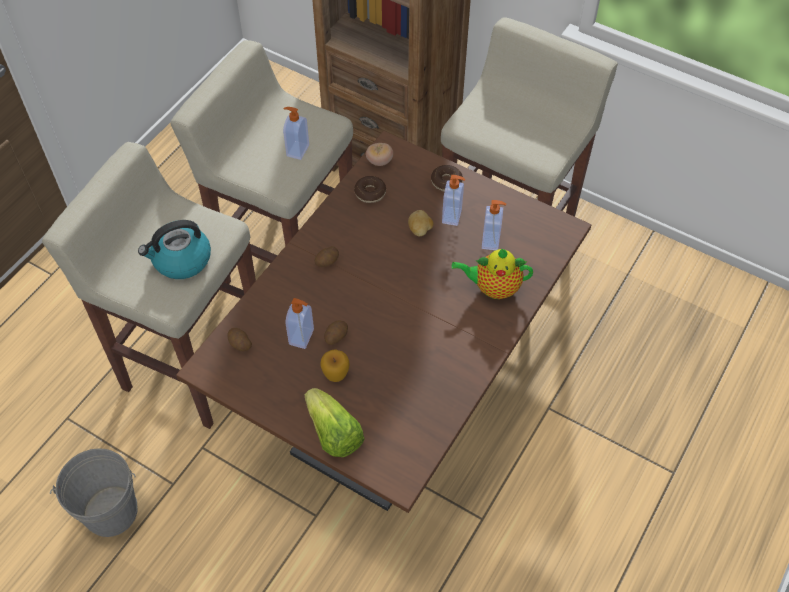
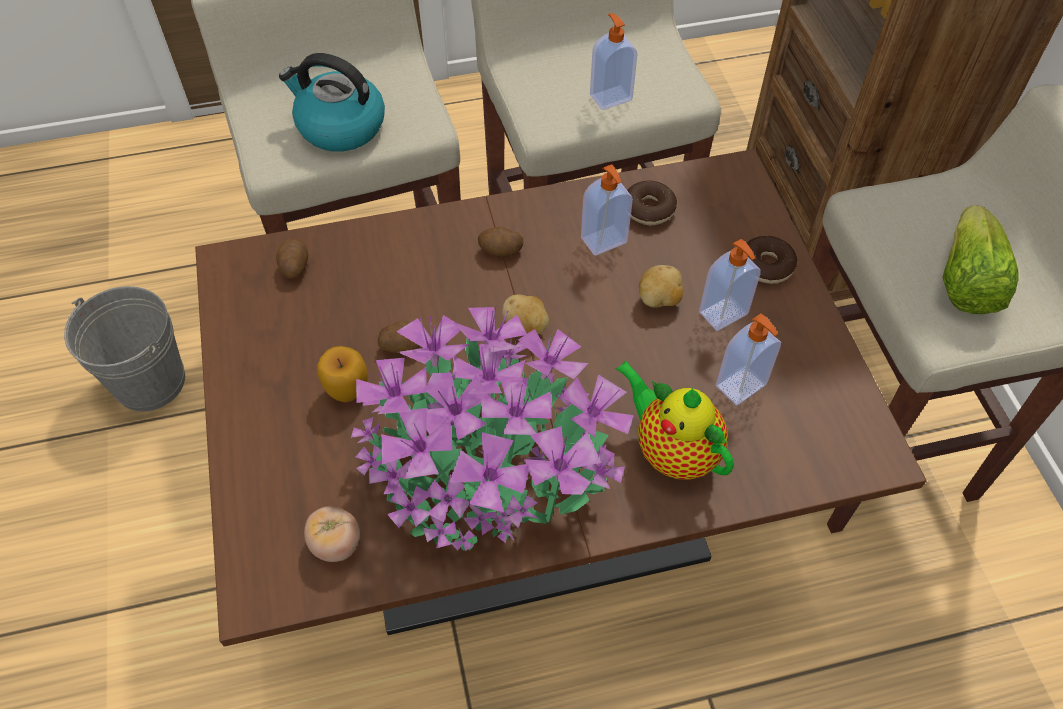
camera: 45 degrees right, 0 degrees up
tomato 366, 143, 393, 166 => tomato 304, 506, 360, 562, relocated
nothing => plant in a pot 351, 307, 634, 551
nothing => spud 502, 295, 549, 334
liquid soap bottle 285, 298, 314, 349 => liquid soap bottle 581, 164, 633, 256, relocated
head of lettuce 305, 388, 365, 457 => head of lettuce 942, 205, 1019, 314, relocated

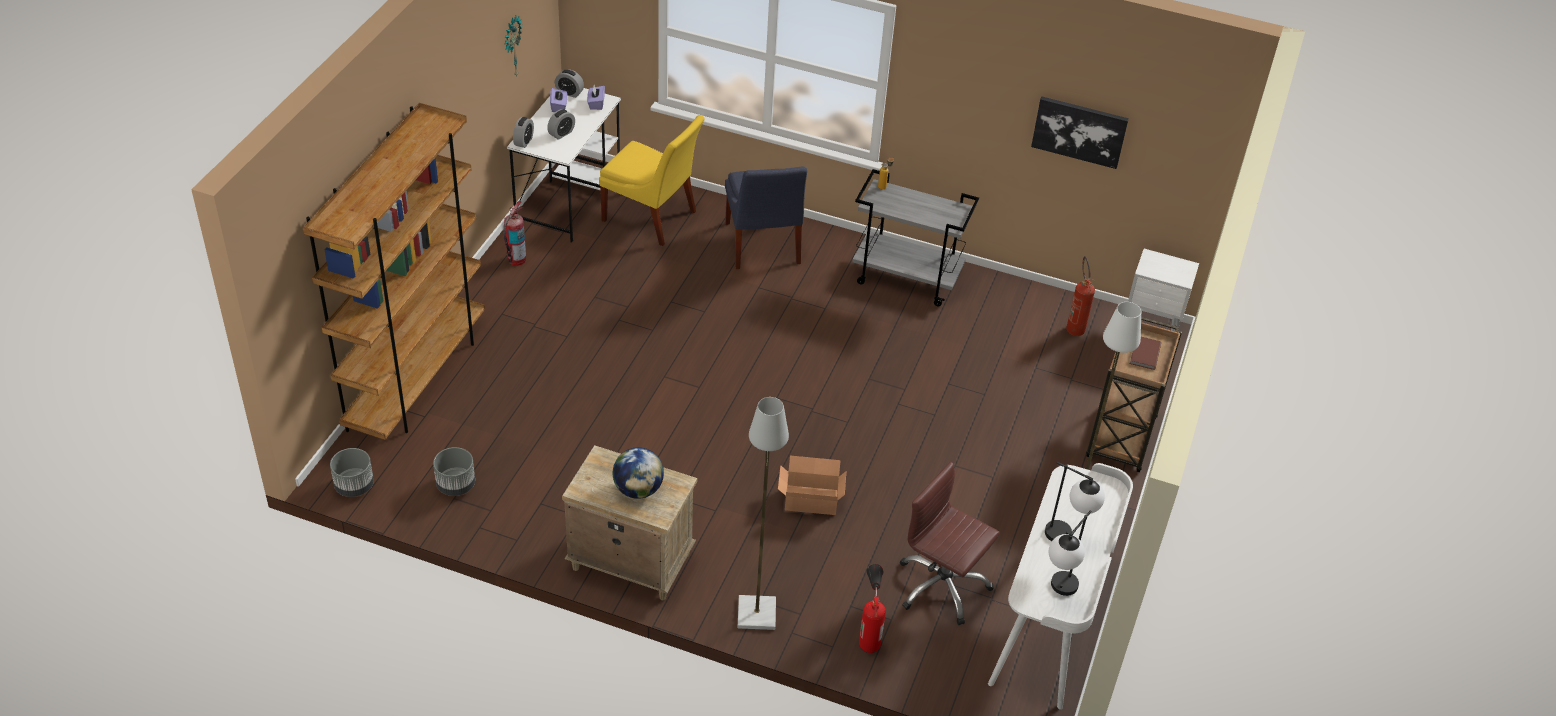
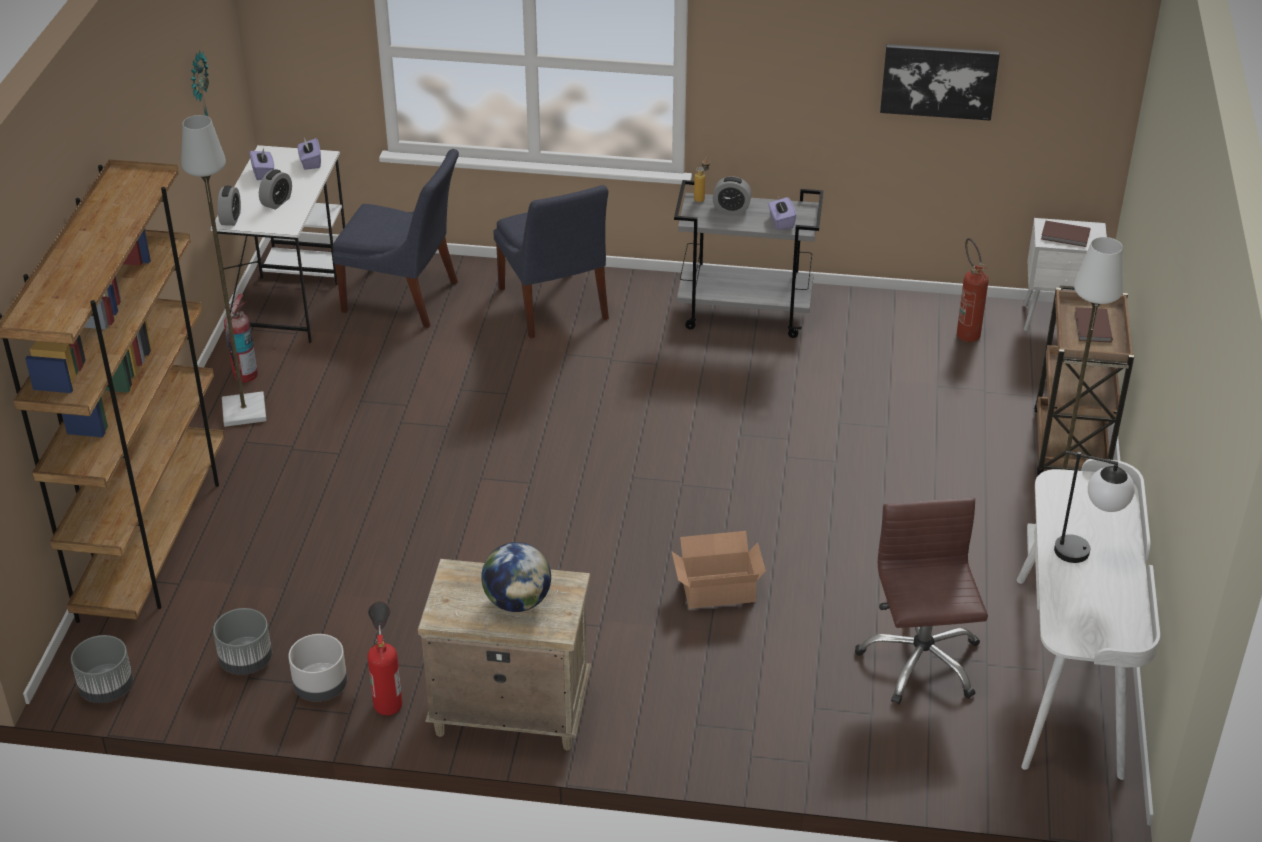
camera: 10 degrees left, 5 degrees down
grey standard lamp 738, 397, 789, 630 => grey standard lamp 181, 115, 267, 427, relocated
nothing => grey flower pot 288, 634, 347, 701
yellow chair 599, 115, 704, 246 => blue-coloured chair 332, 149, 459, 328
fire-fighting cylinder 859, 564, 886, 653 => fire-fighting cylinder 367, 602, 402, 716, relocated
bedside clock 555, 69, 584, 98 => bedside clock 713, 176, 752, 213, relocated
nothing => purplish box of tissues 768, 197, 796, 230
brown-coloured office chair 900, 462, 1000, 625 => brown-coloured office chair 855, 498, 988, 704, 60 degrees clockwise
nothing => brown-coloured book 1041, 221, 1091, 247
tabletop lamp 1049, 510, 1092, 596 => nothing

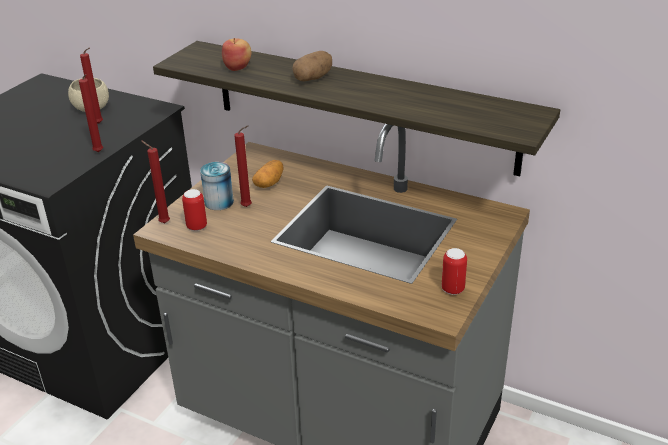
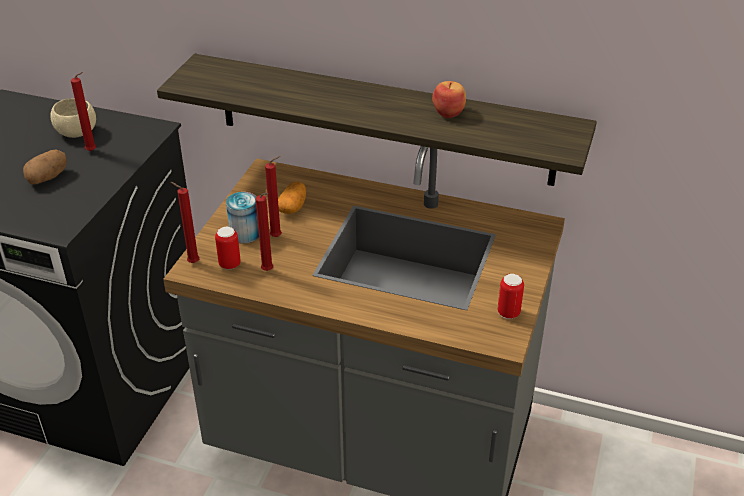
camera: 10 degrees left, 5 degrees up
spud 292, 51, 332, 81 => spud 23, 149, 67, 184, relocated
red-coloured wax light 79, 74, 103, 152 => red-coloured wax light 256, 193, 273, 271, relocated
apple fruit 222, 38, 251, 71 => apple fruit 432, 81, 466, 118, relocated

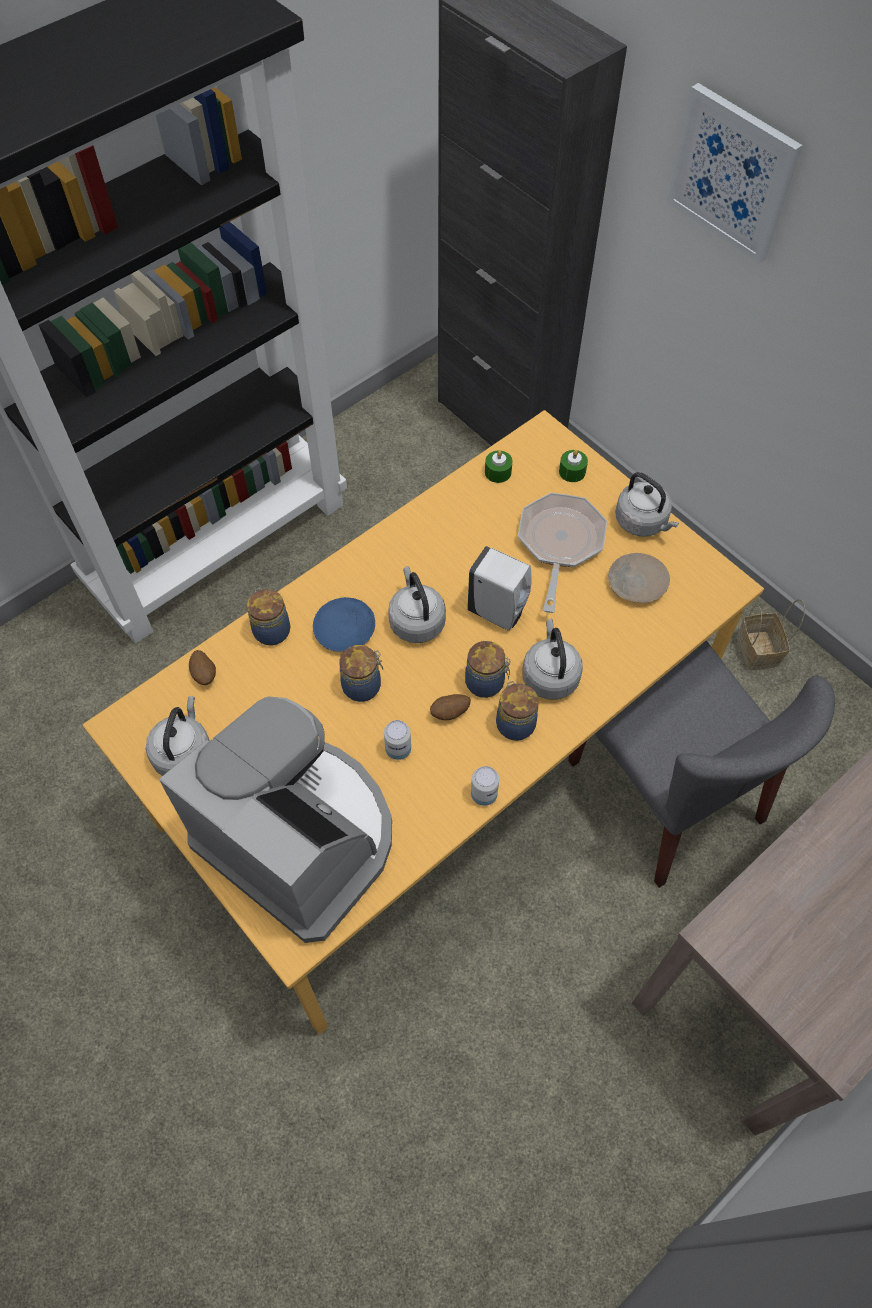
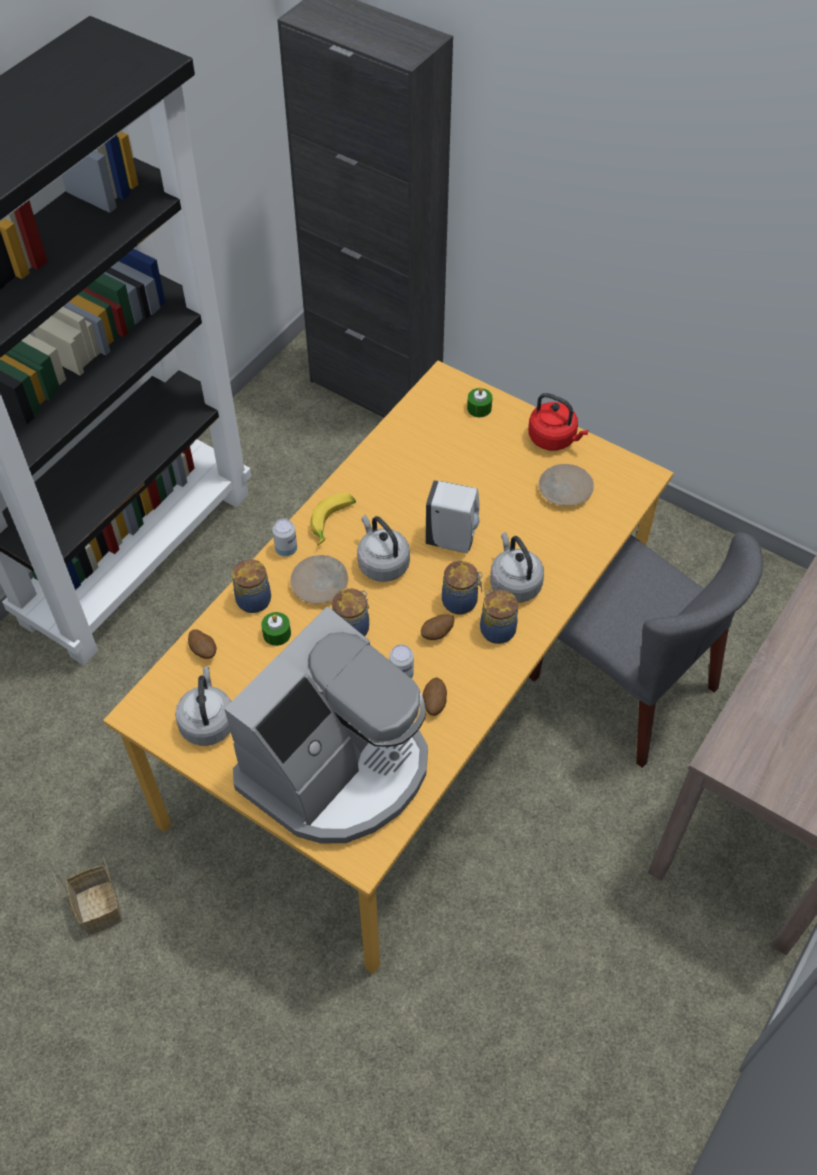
camera: 15 degrees left, 5 degrees down
storage basket 737, 599, 805, 670 => storage basket 54, 856, 122, 935, relocated
coffee maker 159, 697, 392, 943 => coffee maker 225, 607, 428, 843, 105 degrees clockwise
green wax light 485, 450, 513, 483 => green wax light 261, 612, 291, 646, relocated
metal can 471, 766, 499, 806 => metal can 272, 518, 297, 556, relocated
blue-coloured flat dish 313, 597, 375, 652 => beige-coloured flat dish 290, 555, 348, 604
nothing => whole banana 310, 493, 356, 546
nothing => spud 422, 677, 447, 716
grey kettle 615, 472, 679, 537 => red-coloured kettle 528, 393, 589, 451
pan 518, 493, 607, 613 => nothing
wall picture 667, 83, 803, 264 => nothing

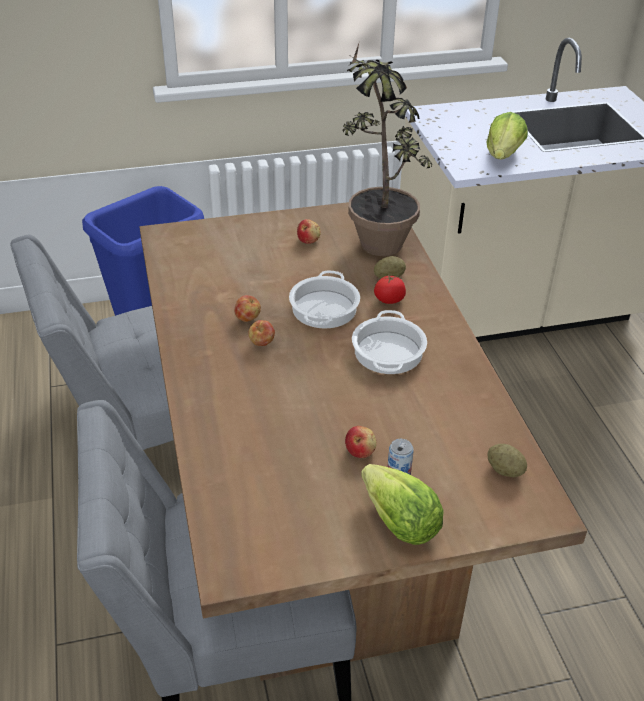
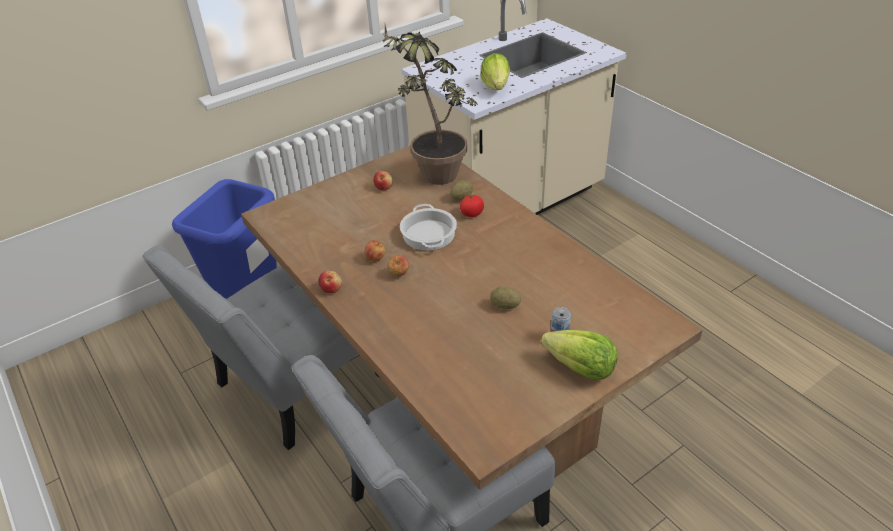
camera: 20 degrees left, 0 degrees up
apple fruit 345, 426, 376, 458 => apple fruit 318, 271, 342, 293, relocated
spud 487, 444, 527, 477 => spud 490, 286, 521, 309, relocated
cooking pot 352, 310, 427, 374 => nothing

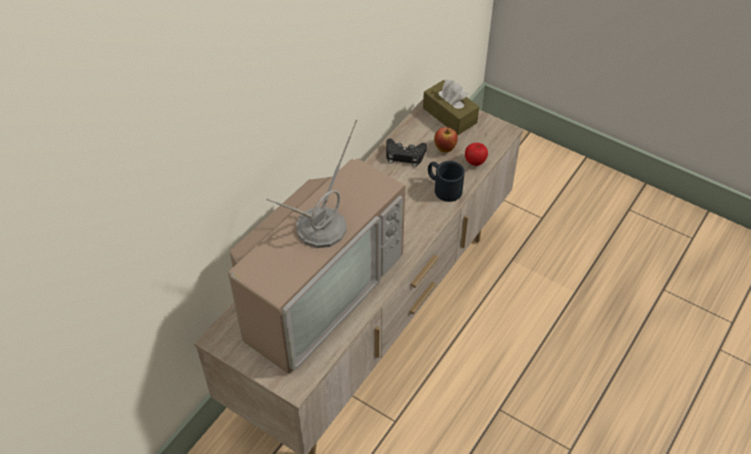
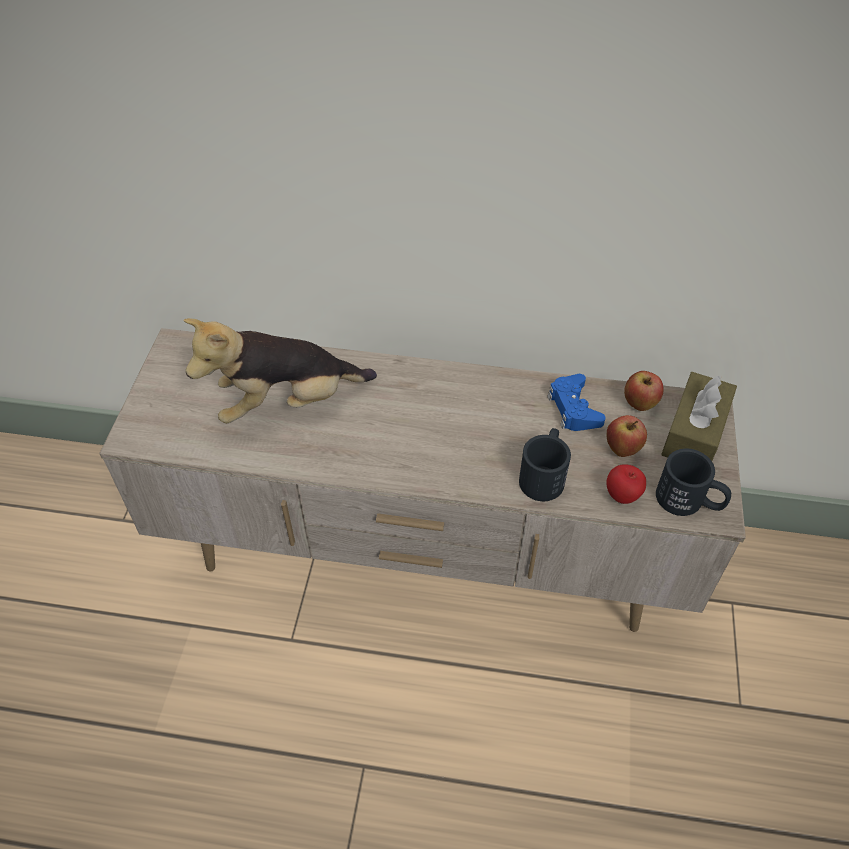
camera: 65 degrees right, 0 degrees up
television 228, 120, 406, 374 => soft toy 184, 318, 377, 423
black gamepad 386, 139, 427, 167 => blue-coloured gamepad 547, 374, 606, 431
nothing => apple fruit 624, 371, 664, 411
nothing => black mug 656, 449, 731, 516

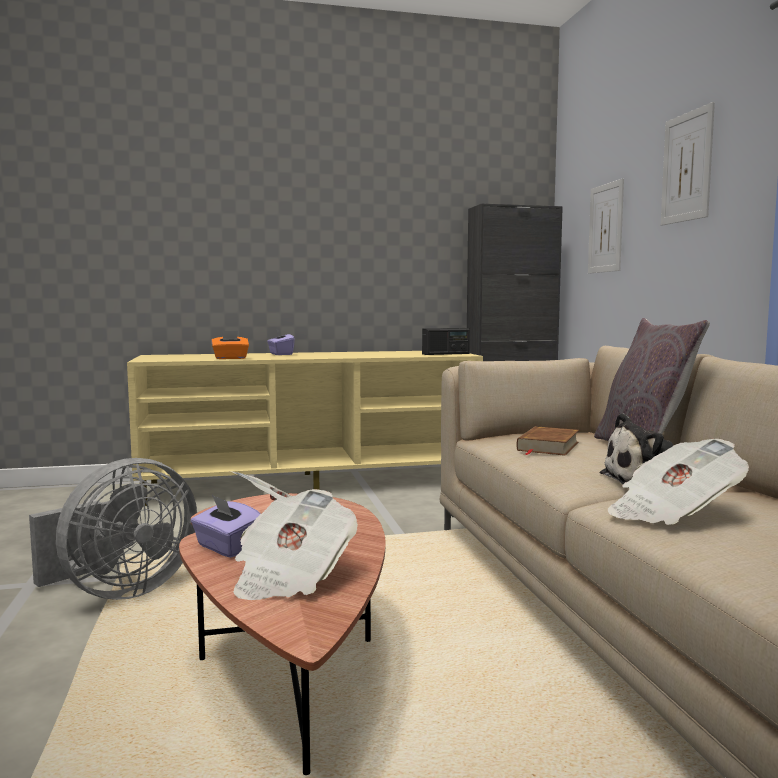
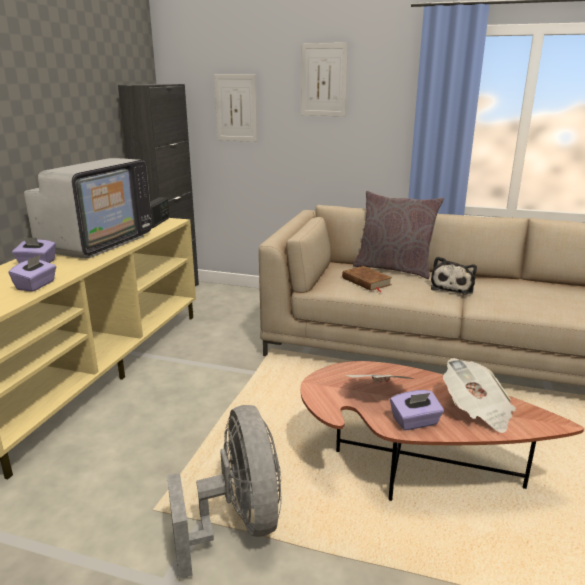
camera: 60 degrees left, 15 degrees up
orange box of tissues 211, 331, 249, 359 => purplish box of tissues 9, 254, 56, 292
nothing => television 24, 158, 152, 258
daily paper 607, 439, 749, 525 => nothing

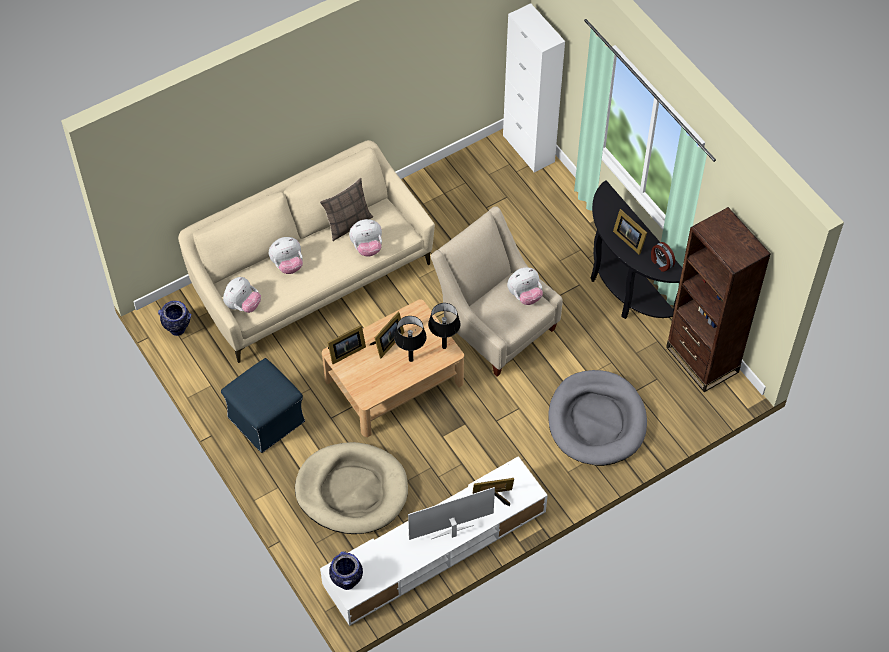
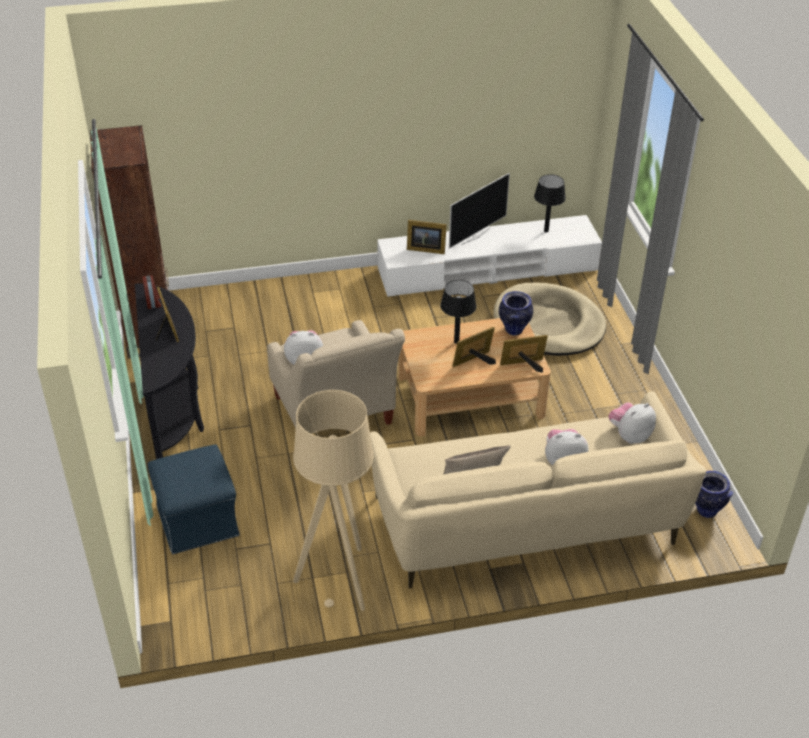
camera: 160 degrees left, 15 degrees down
blue-coloured ottoman 221, 358, 305, 453 => blue-coloured ottoman 148, 444, 240, 555, relocated
nothing => beige-coloured standard lamp 293, 390, 374, 611
television 408, 487, 495, 540 => television 449, 173, 510, 249, 45 degrees counterclockwise
vase 329, 551, 363, 590 => vase 499, 291, 533, 335, relocated
black tabletop lamp 428, 303, 460, 349 => black tabletop lamp 534, 174, 566, 233, relocated
soft toy 349, 219, 382, 257 => nothing
white-coloured cabinet 503, 3, 565, 173 => nothing
grey dog bed 548, 370, 647, 466 => nothing

